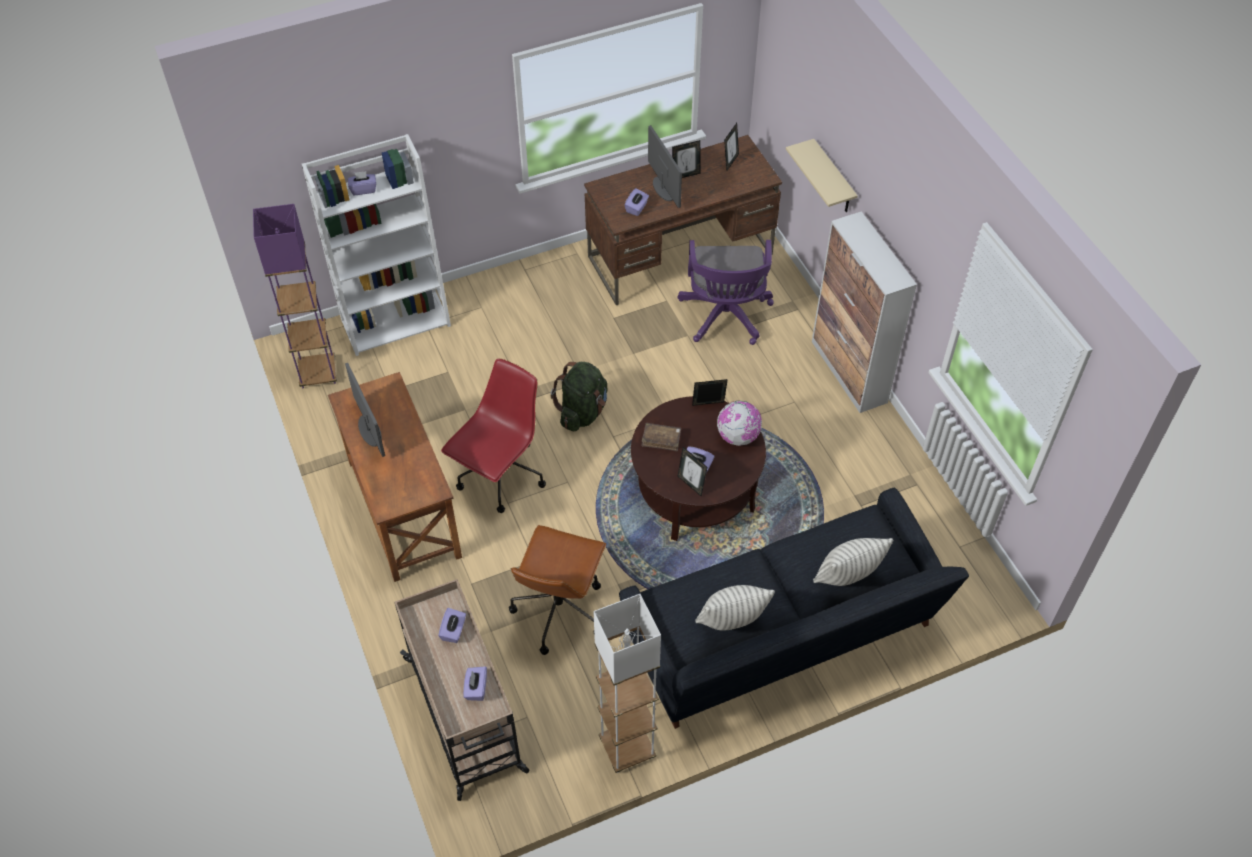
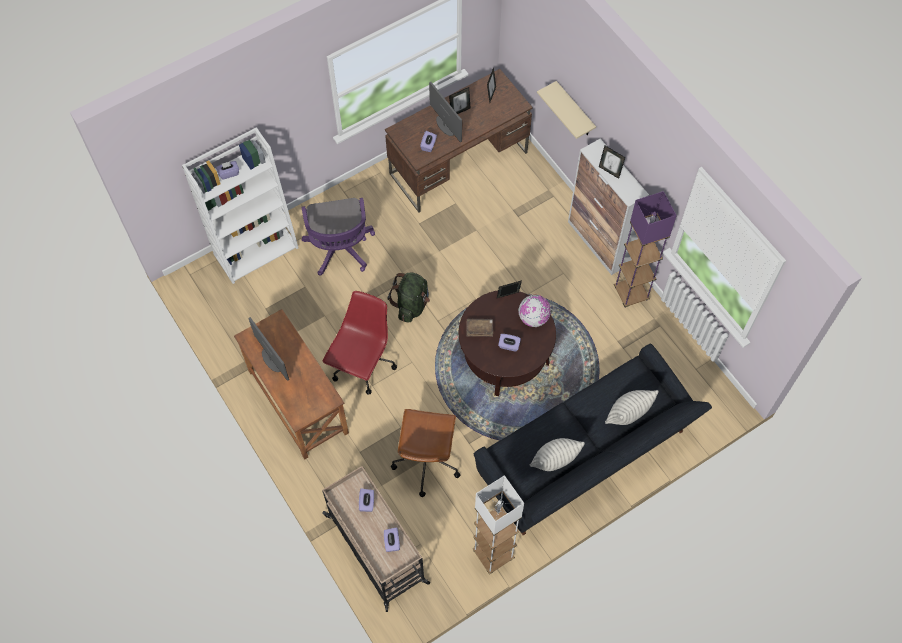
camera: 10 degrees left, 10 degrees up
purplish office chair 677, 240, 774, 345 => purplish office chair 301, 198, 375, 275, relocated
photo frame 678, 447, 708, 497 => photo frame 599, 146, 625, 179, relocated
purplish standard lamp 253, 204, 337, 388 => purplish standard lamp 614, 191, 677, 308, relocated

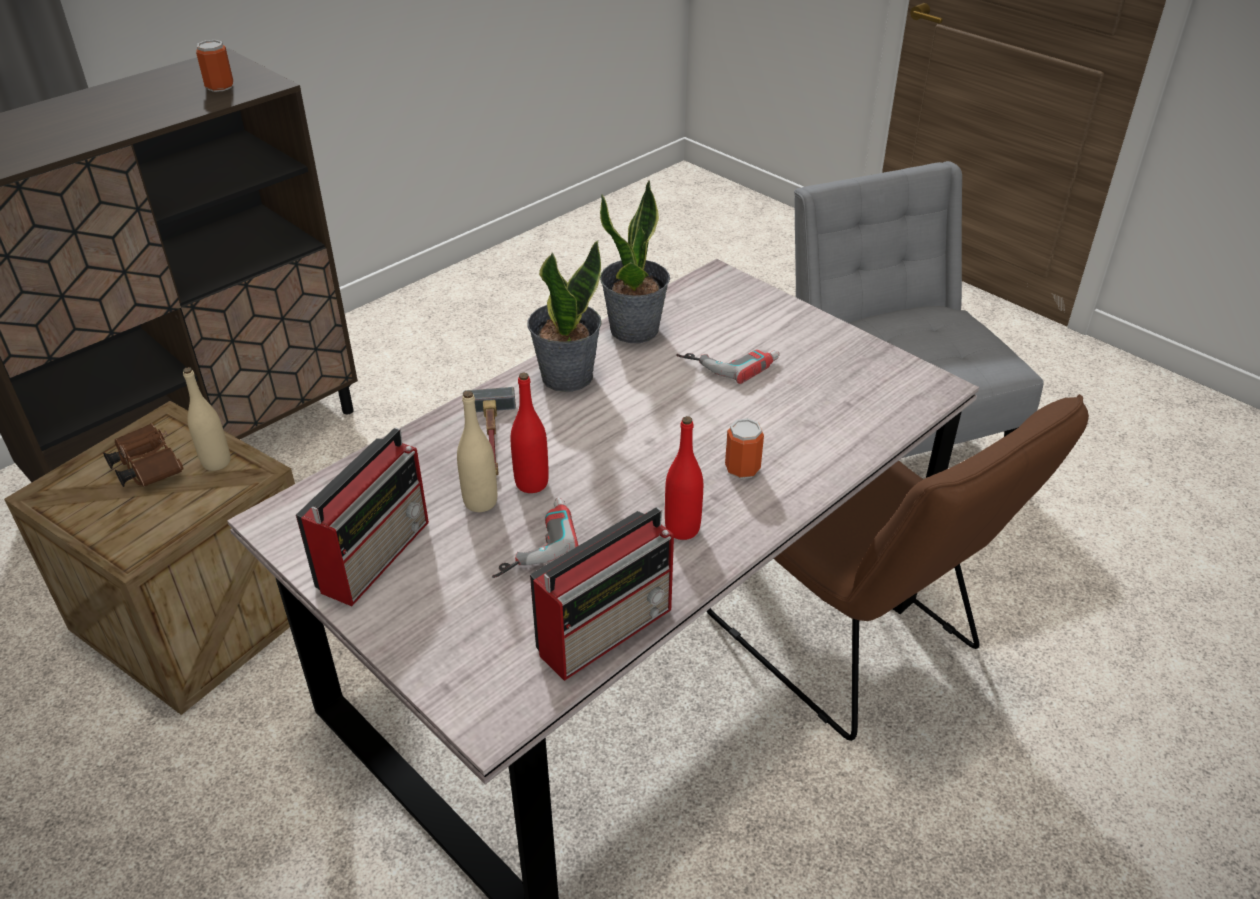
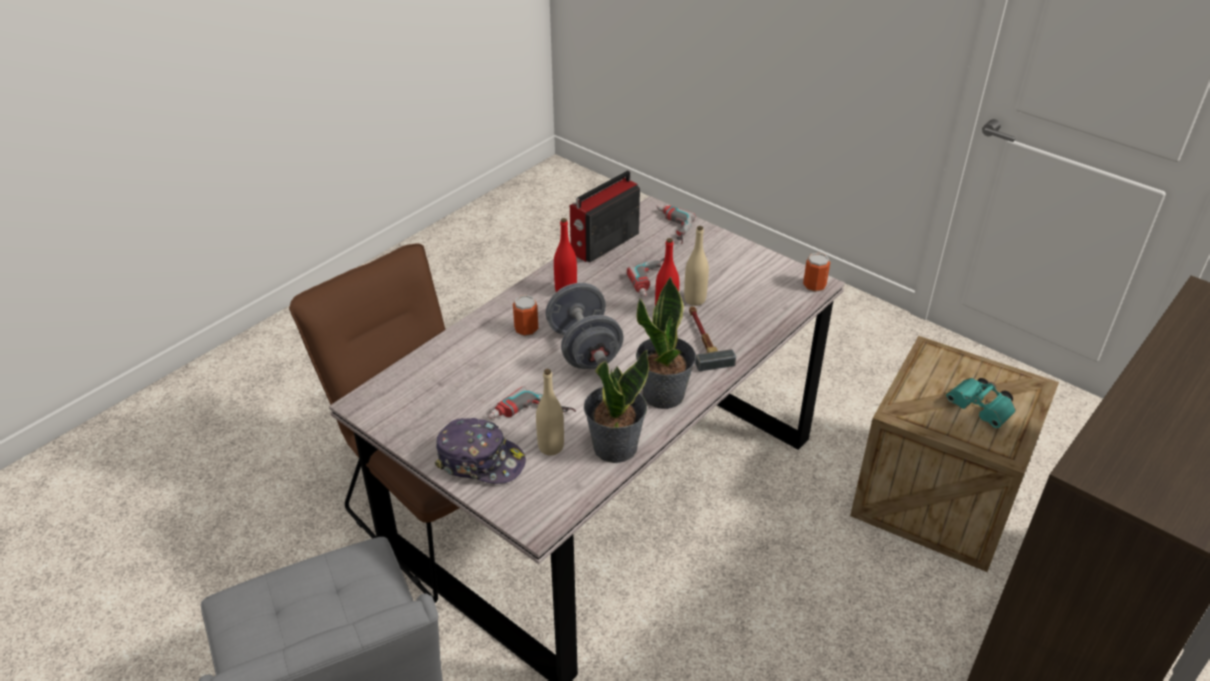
camera: 175 degrees right, 0 degrees up
nothing => peaked cap 435, 418, 526, 484
beige-coloured drink bottle 183, 367, 231, 471 => beige-coloured drink bottle 536, 369, 564, 455, relocated
nothing => grey hand weight 546, 283, 624, 369
nothing => drill 657, 205, 695, 244
metal can 196, 40, 233, 92 => metal can 803, 252, 830, 292, relocated
brown-coloured pair of binoculars 103, 423, 184, 487 => turquoise pair of binoculars 946, 378, 1016, 428
radio 296, 428, 429, 606 => nothing

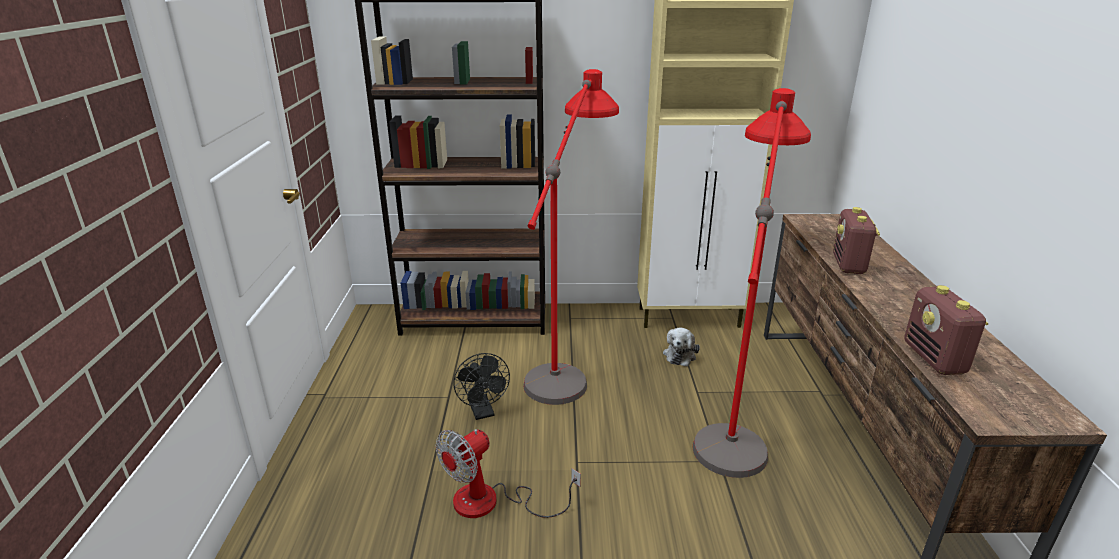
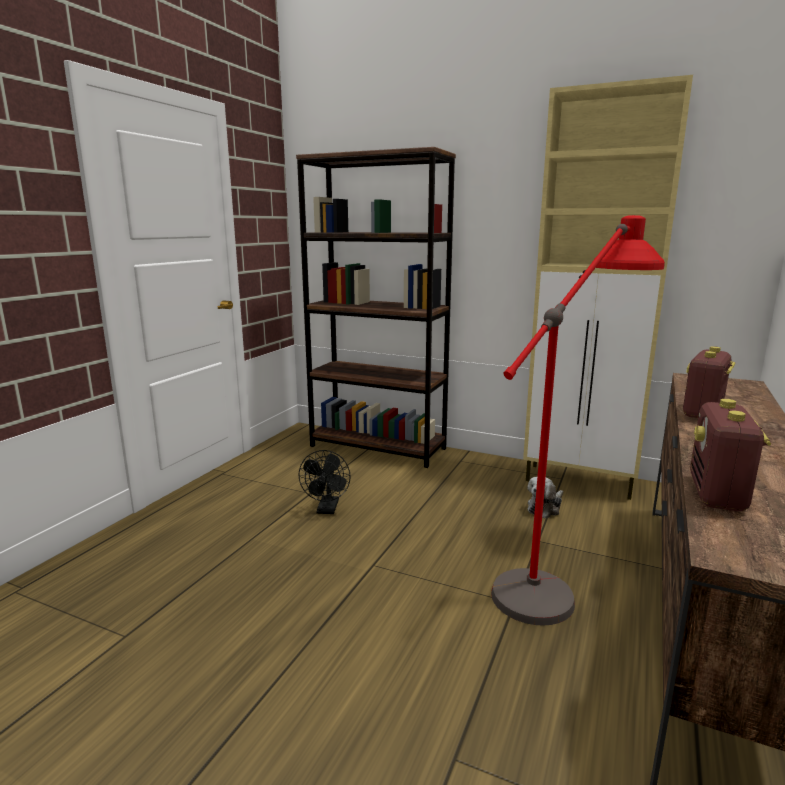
camera: 25 degrees right, 10 degrees down
cooling fan 435, 429, 581, 518 => nothing
red-coloured standard lamp 523, 69, 619, 405 => nothing

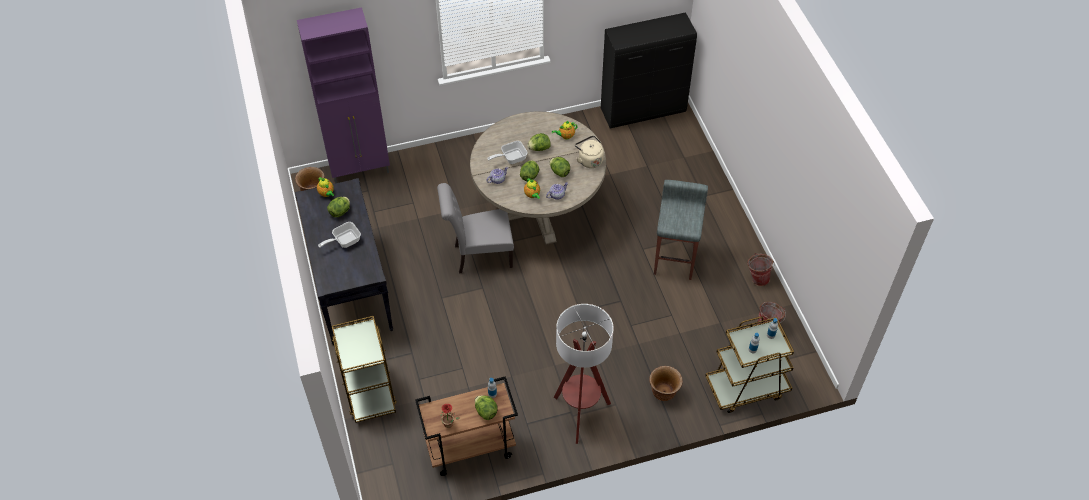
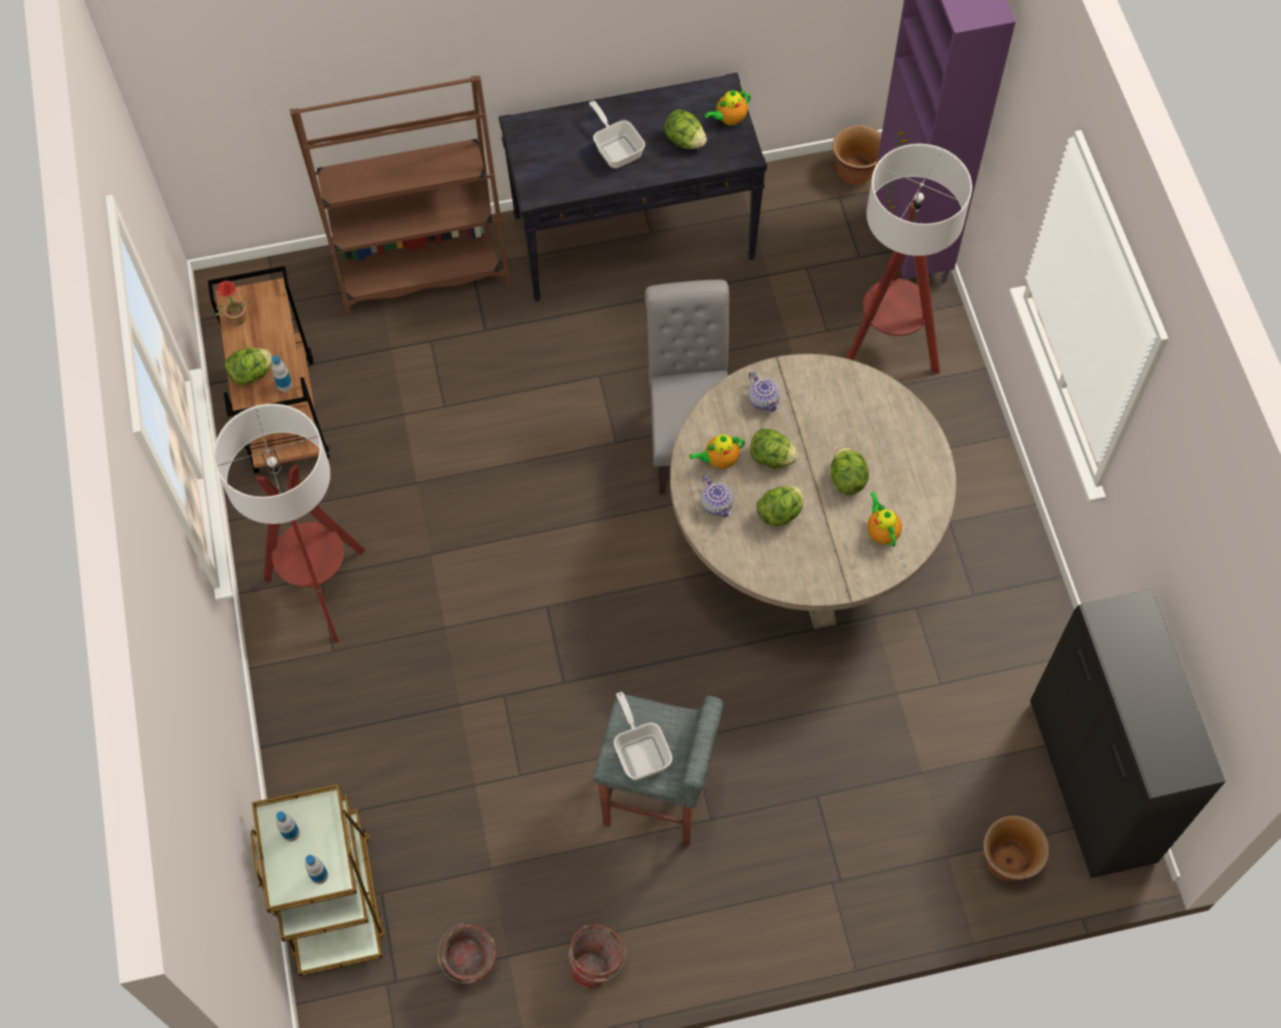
camera: 95 degrees right, 10 degrees up
brown-coloured wheeled cart 332, 316, 397, 423 => brown-coloured bookshelf 290, 76, 511, 318
pan 487, 141, 528, 164 => pan 614, 692, 673, 780, relocated
nothing => standard lamp 847, 144, 972, 374
brown-coloured flower pot 649, 366, 683, 401 => brown-coloured flower pot 983, 815, 1049, 882, relocated
beige-coloured kettle 575, 135, 604, 168 => nothing

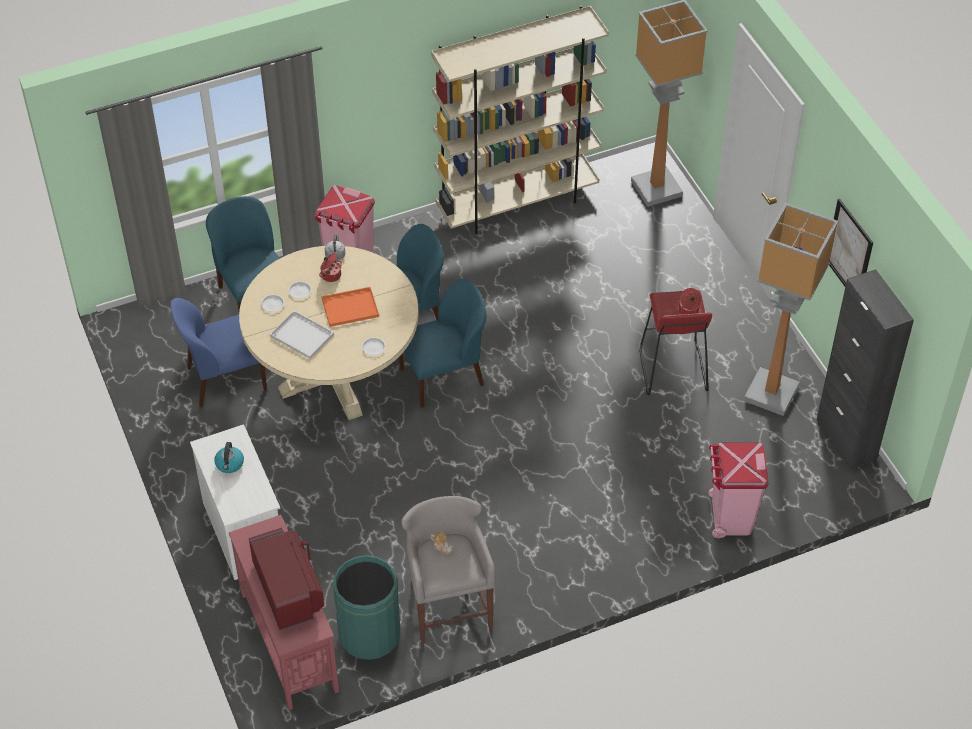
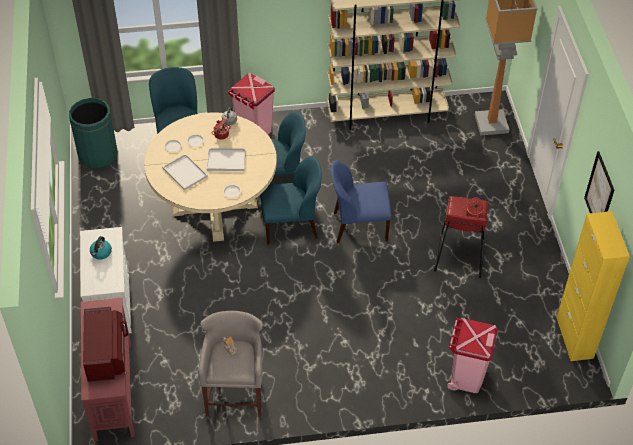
camera: 15 degrees right, 0 degrees up
green waste bin 333, 555, 400, 660 => green waste bin 69, 98, 117, 169, relocated
orange carrying tray 321, 287, 379, 327 => white-coloured carrying tray 207, 148, 246, 171
blue-coloured chair 170, 298, 267, 407 => blue-coloured chair 331, 160, 391, 243, relocated
black cabinet 817, 269, 914, 469 => yellow cabinet 556, 211, 630, 361
standard lamp 744, 203, 838, 416 => nothing

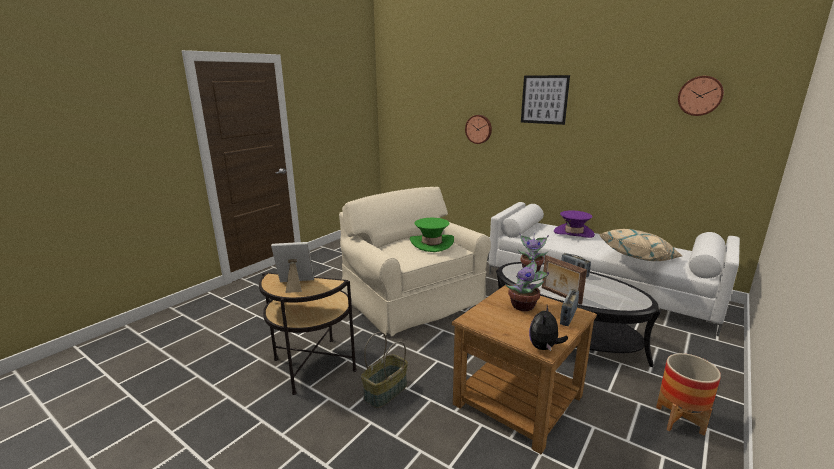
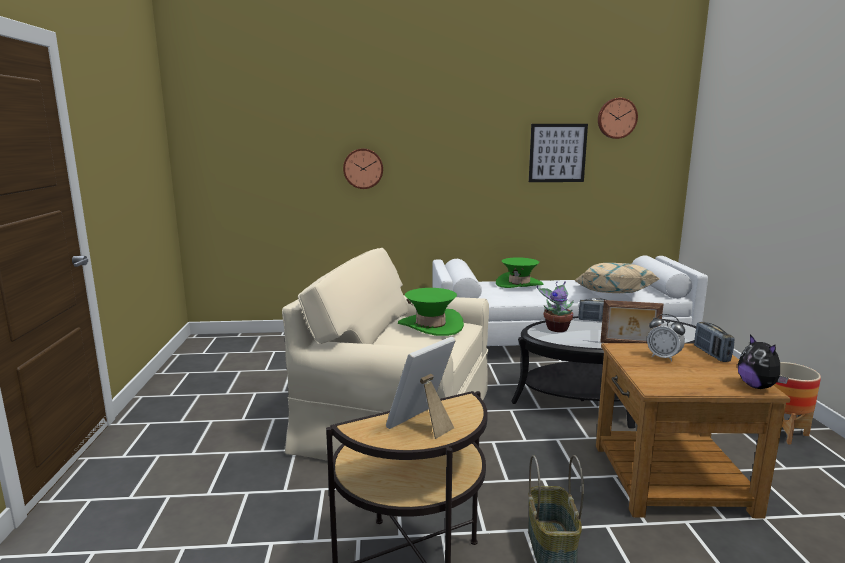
camera: 40 degrees left, 5 degrees down
purplish wearable hat 554, 211, 595, 238 => green wearable hat 496, 257, 543, 288
wall picture 521, 75, 570, 125 => wall picture 529, 124, 588, 182, relocated
plant in a pot 505, 257, 549, 311 => bedside clock 647, 314, 685, 362

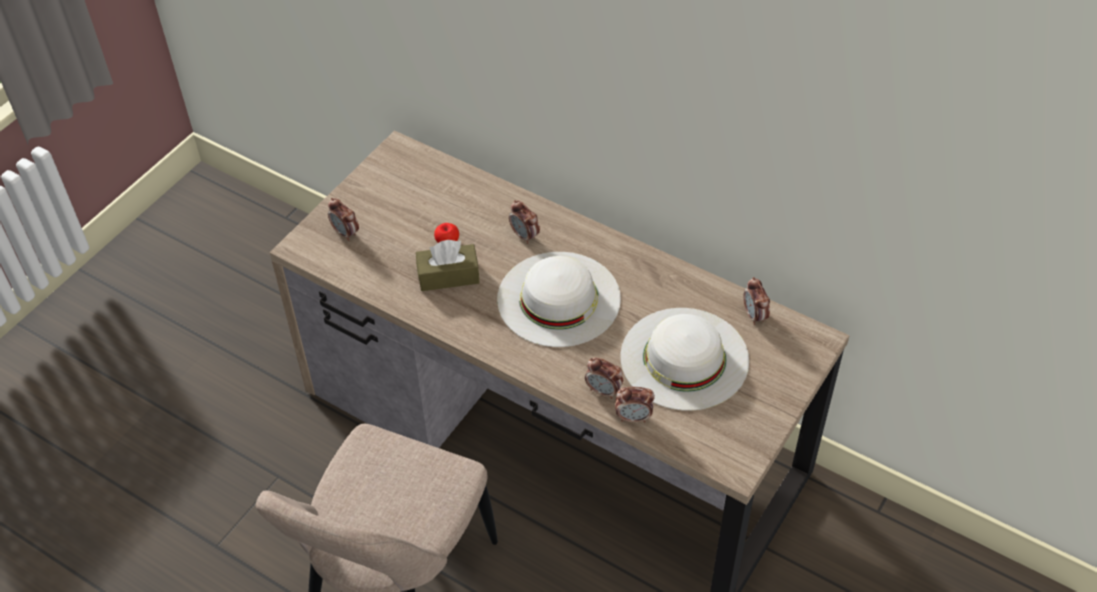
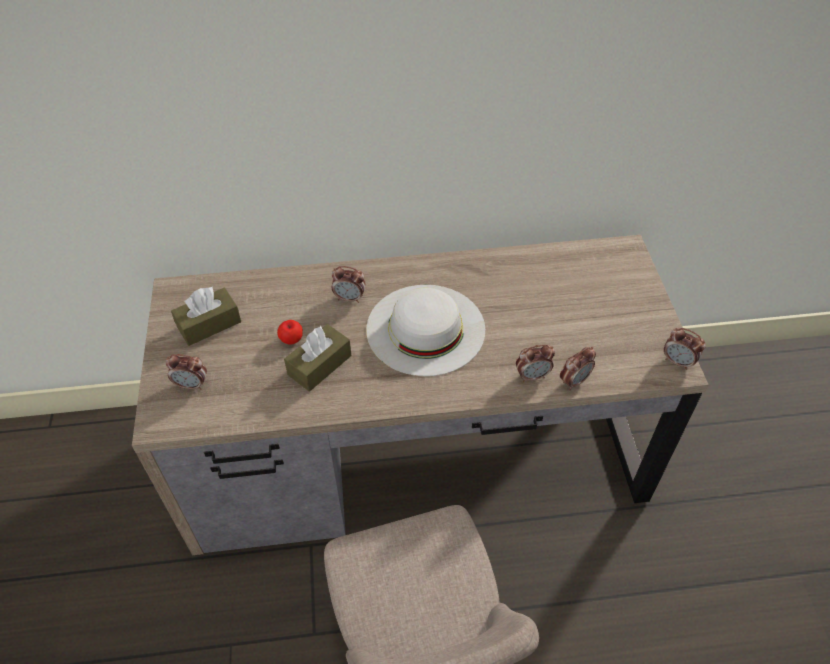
camera: 40 degrees left, 0 degrees up
nothing => brown-coloured box of tissues 171, 287, 241, 346
bedside clock 743, 277, 770, 325 => bedside clock 664, 328, 706, 370, relocated
white-coloured wearable hat 620, 308, 749, 411 => nothing

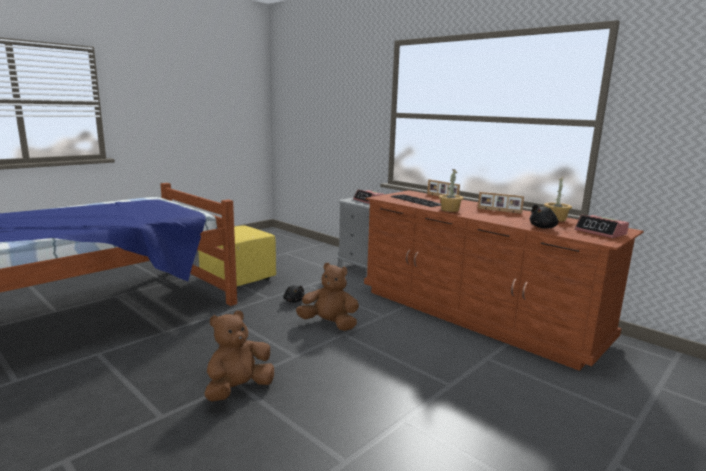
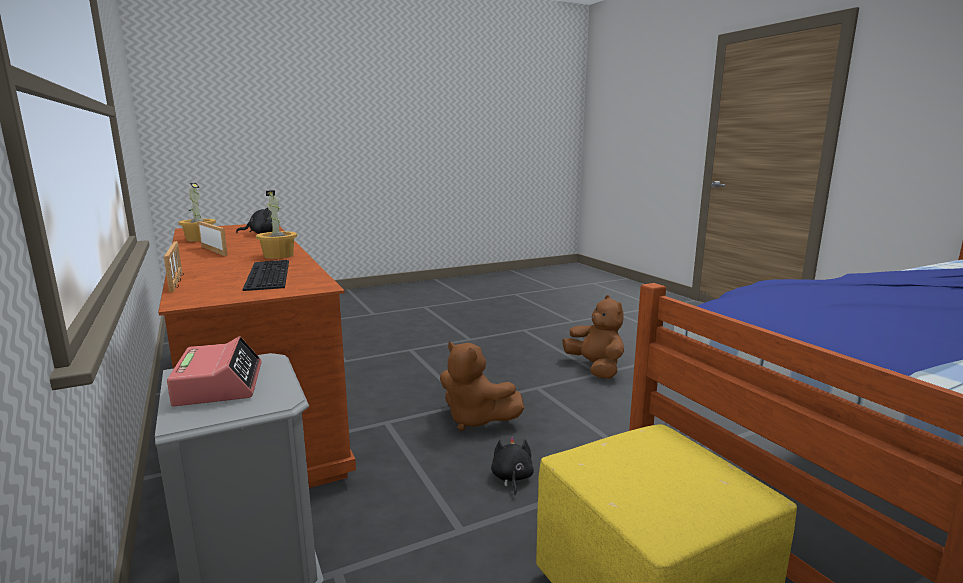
camera: 160 degrees left, 0 degrees up
brown-coloured soft toy 204, 310, 274, 402 => brown-coloured soft toy 562, 295, 624, 379, 90 degrees counterclockwise
bedside clock 575, 215, 629, 238 => nothing

